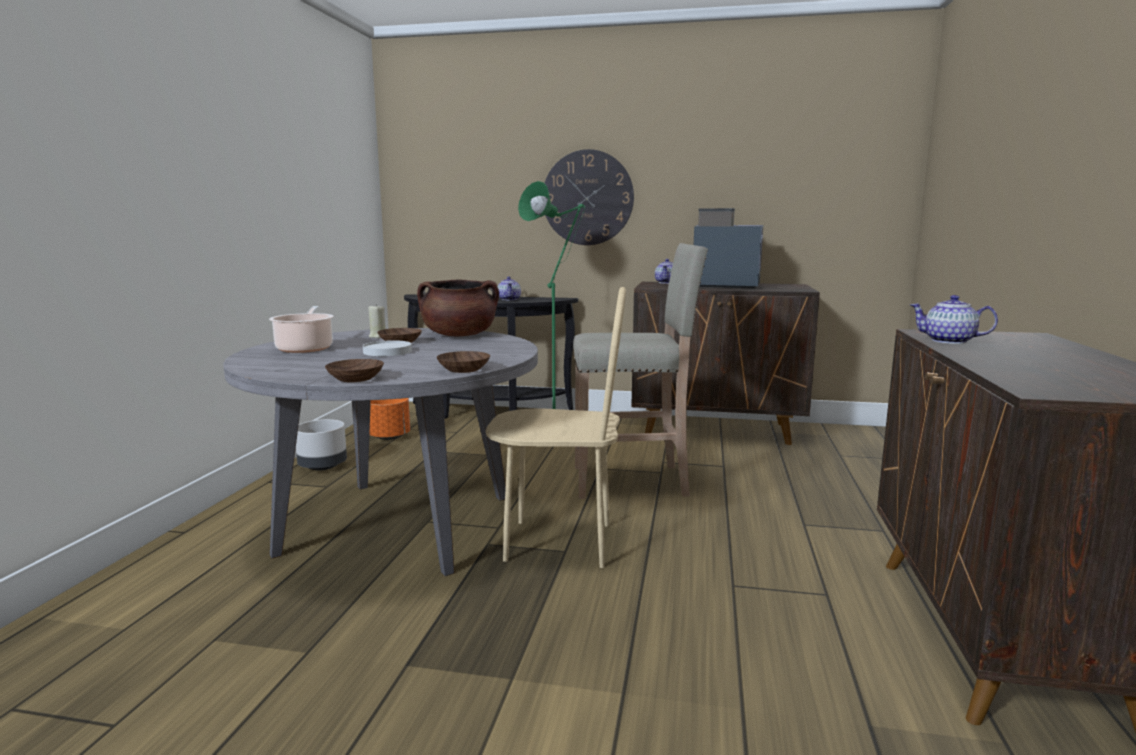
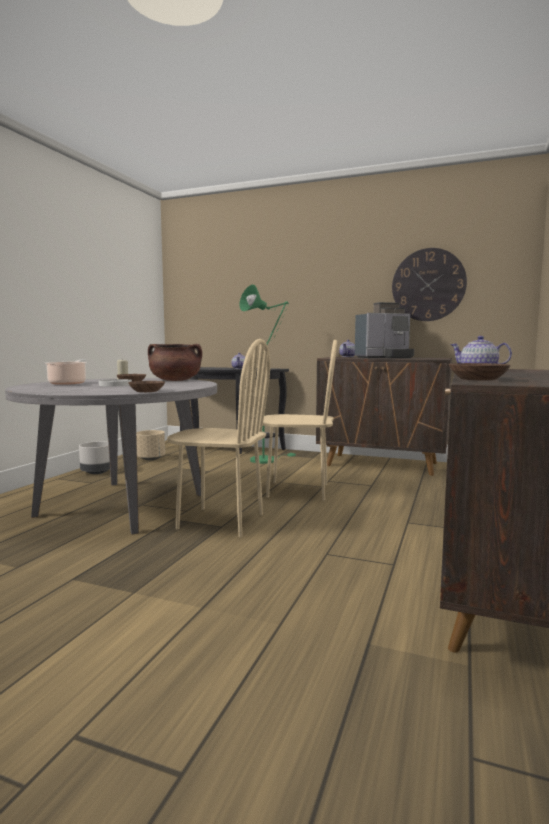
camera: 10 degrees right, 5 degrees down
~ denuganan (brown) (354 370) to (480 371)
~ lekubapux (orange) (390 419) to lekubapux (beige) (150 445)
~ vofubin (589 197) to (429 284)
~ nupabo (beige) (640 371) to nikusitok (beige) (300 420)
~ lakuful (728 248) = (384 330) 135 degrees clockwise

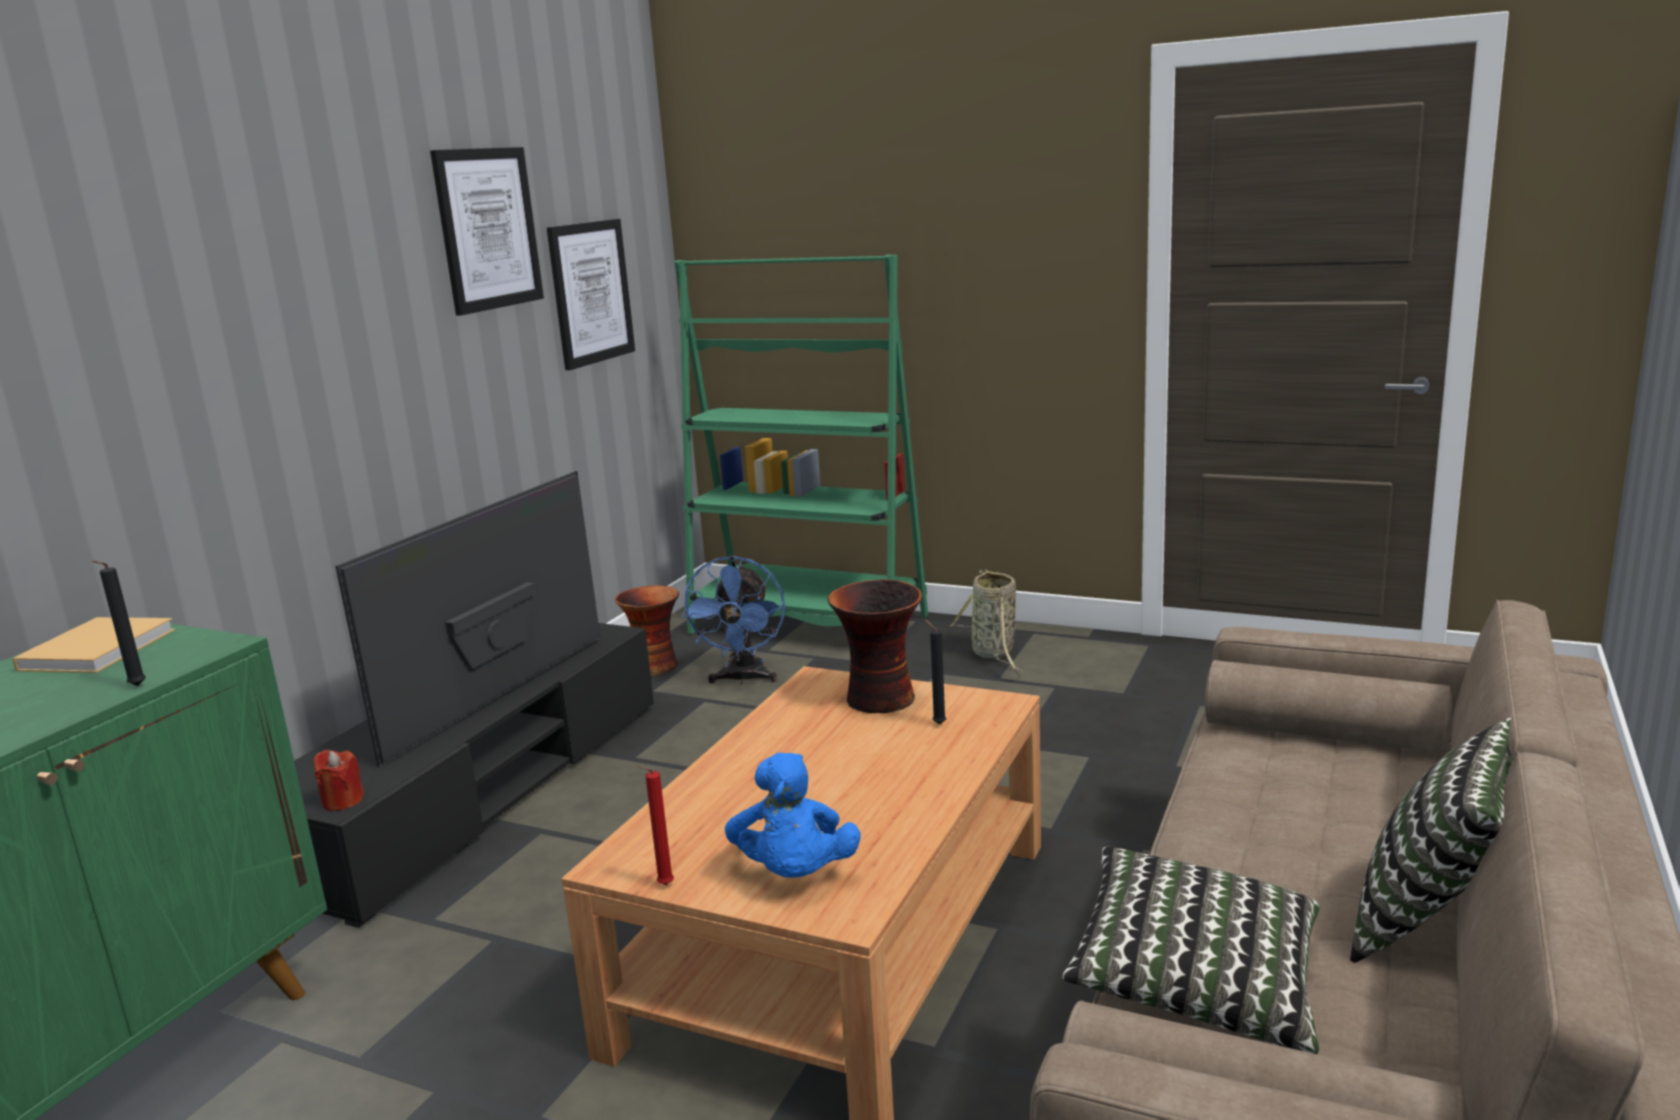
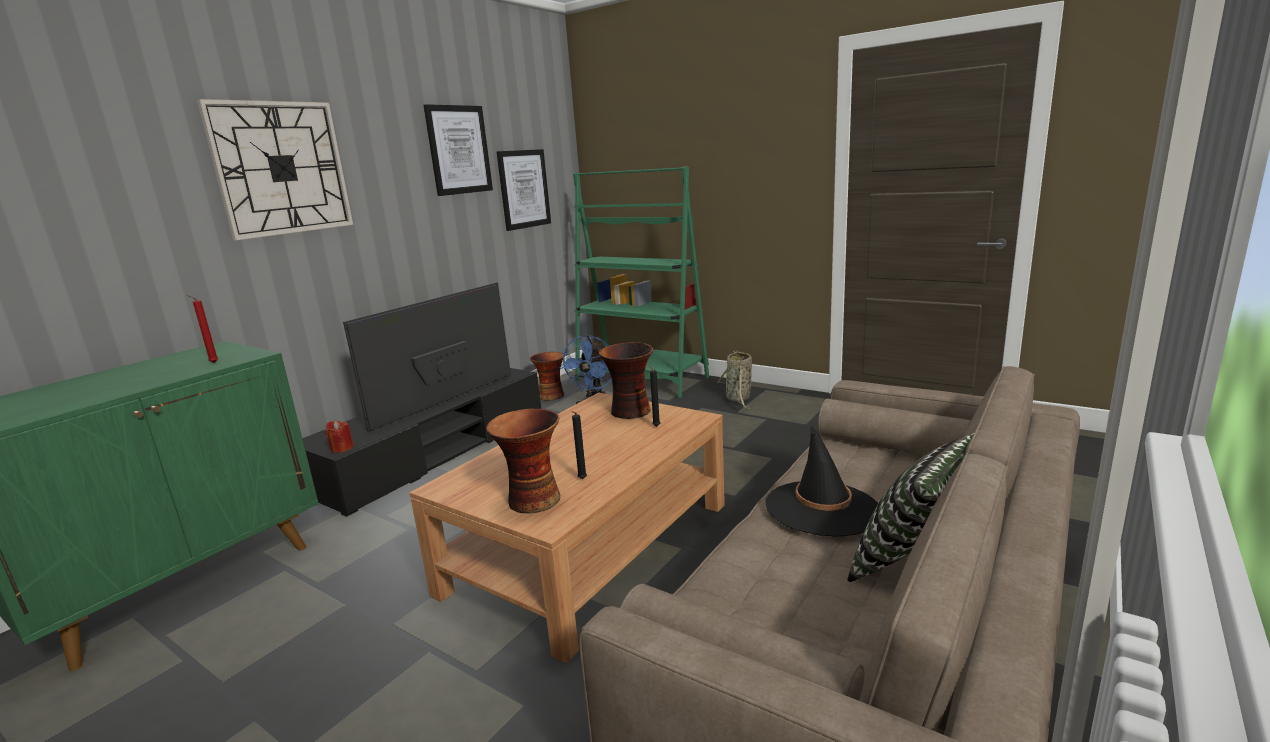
camera: 10 degrees right, 0 degrees up
- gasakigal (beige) (93 645)
~ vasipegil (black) (119 623) to (579 445)
~ vasipegil (red) (655 825) to (202 329)
~ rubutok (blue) (793 815) to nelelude (523 461)
- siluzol (1191 950)
+ vofubin (275 170)
+ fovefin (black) (822 481)

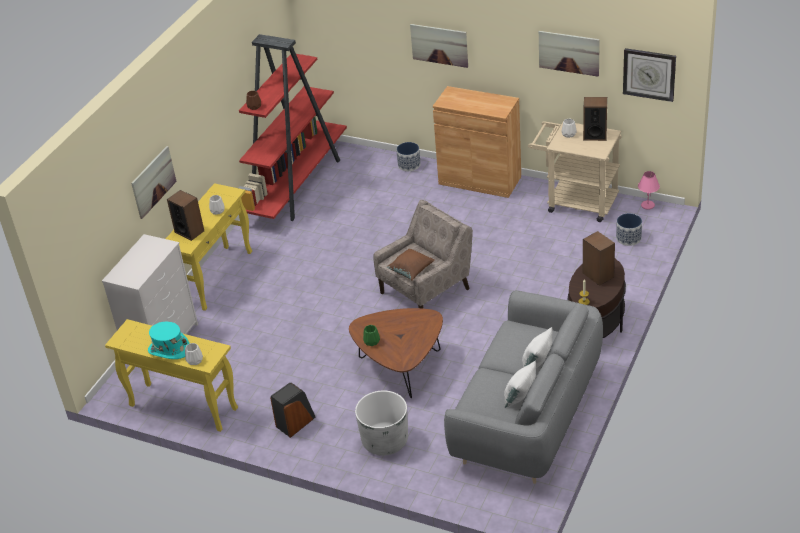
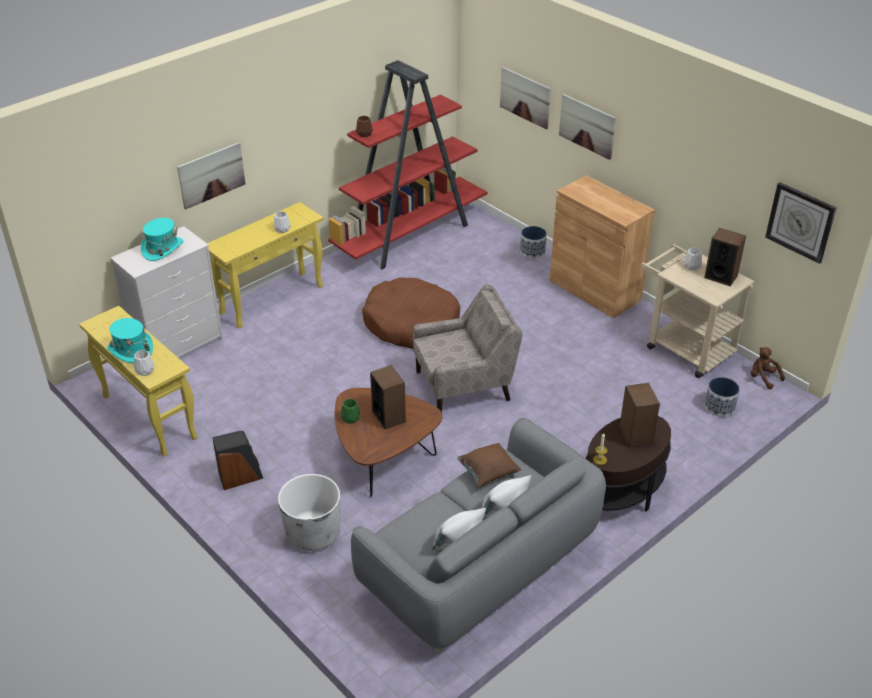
camera: 20 degrees right, 0 degrees up
~ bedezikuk (185 215) to (388 397)
~ siluzol (brown) (411 264) to (489 465)
~ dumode (569 54) to (525 98)
~ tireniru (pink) (649 190) to rubutok (brown) (768 368)
+ fovefin (turquoise) (162 239)
+ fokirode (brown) (411 313)

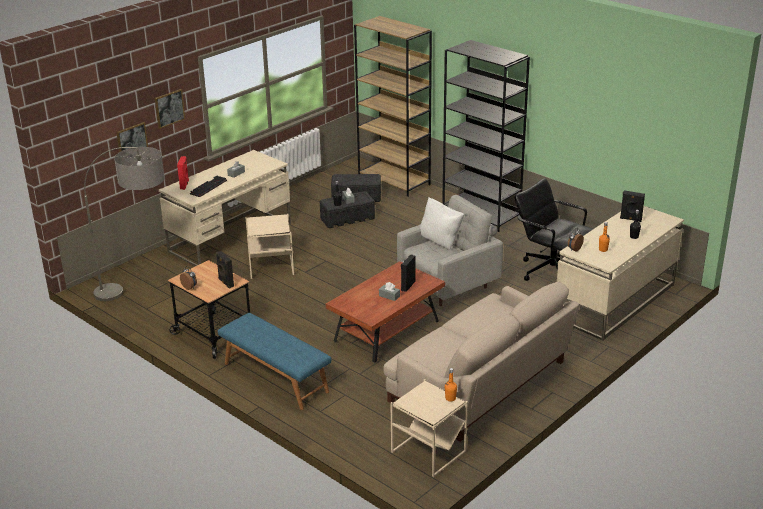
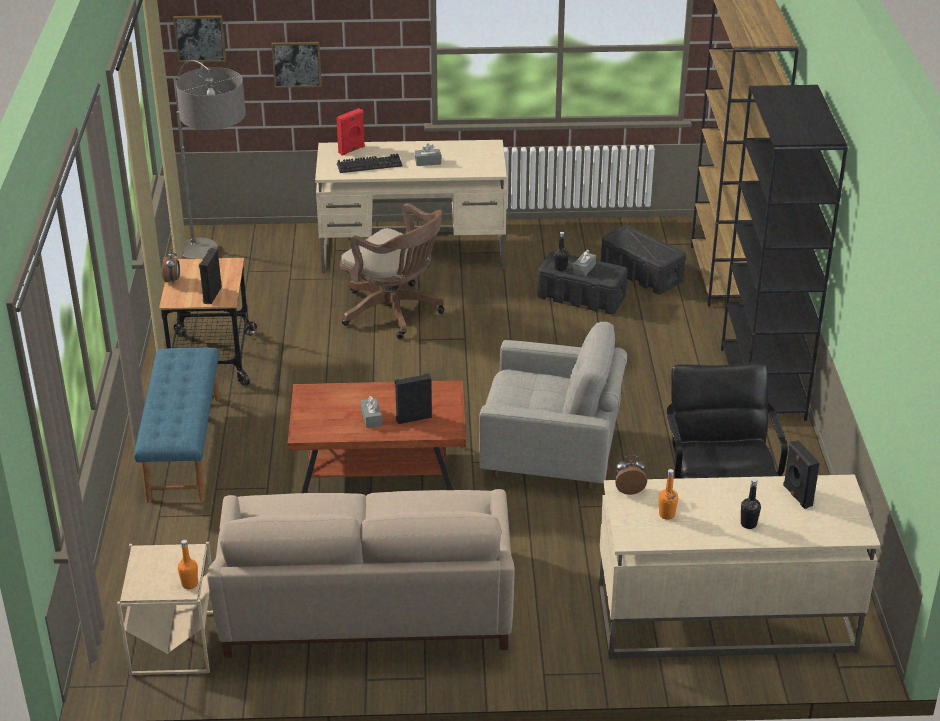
camera: 45 degrees right, 5 degrees up
~ dumode (170 109) to (199 38)
~ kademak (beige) (269 246) to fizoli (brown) (392 271)
- siluzol (white) (442 223)

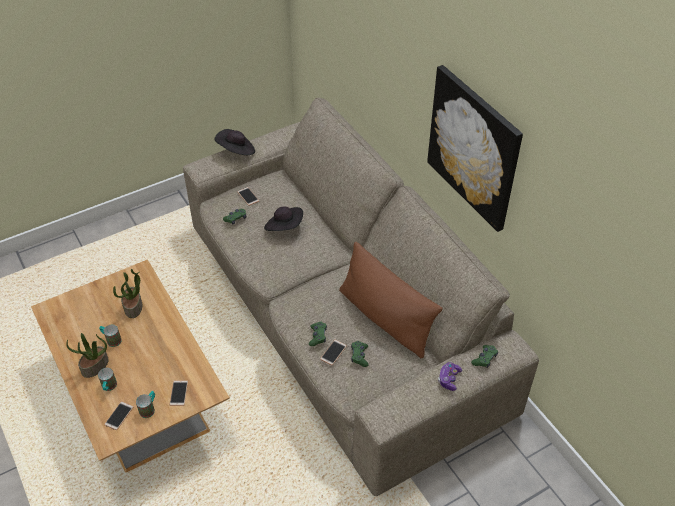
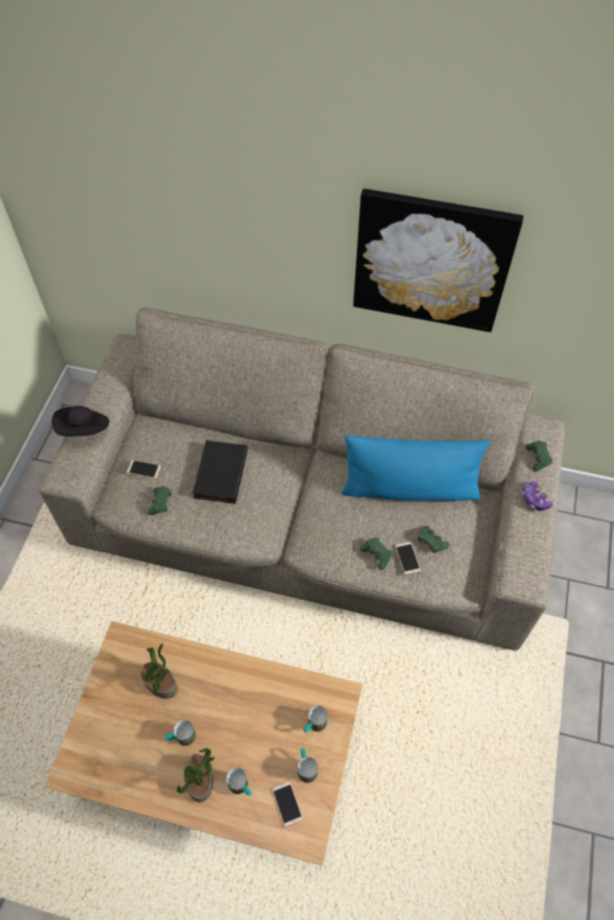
camera: 45 degrees left, 10 degrees up
~ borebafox (179 393) to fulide (315 719)
~ fovefin (black) (283 218) to gasakigal (black) (220 472)
~ siluzol (brown) (391 300) to siluzol (blue) (416 468)

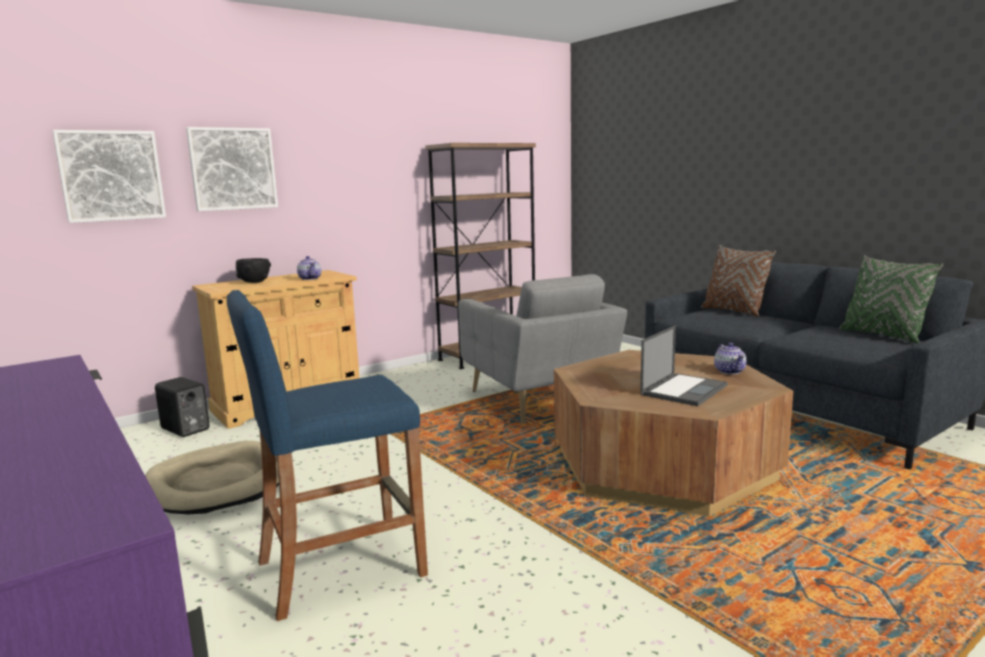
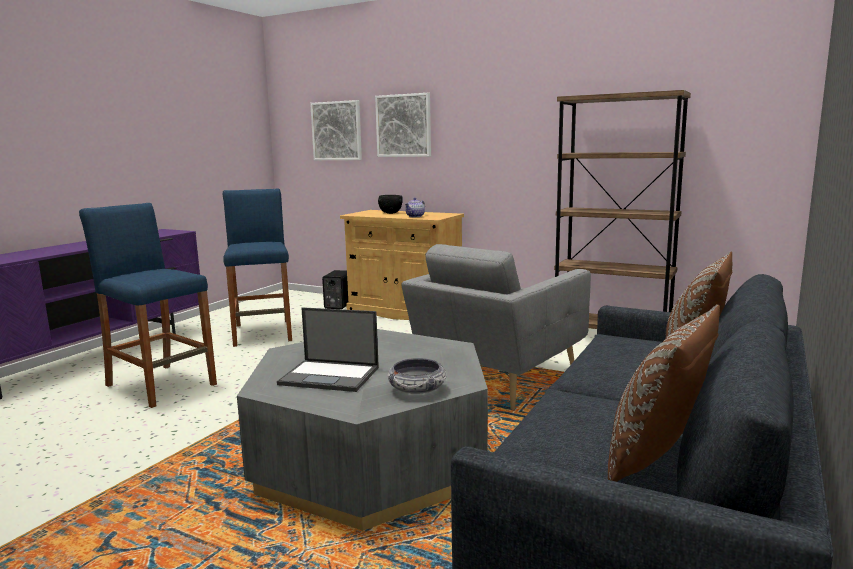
camera: 65 degrees right, 0 degrees up
~ fokirode (beige) (212 477) to nupabo (blue) (257 267)
~ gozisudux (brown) (673 433) to gozisudux (grey) (362 430)
~ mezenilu (730 359) to denuganan (416 376)
~ siluzol (green) (891 299) to siluzol (brown) (664 393)

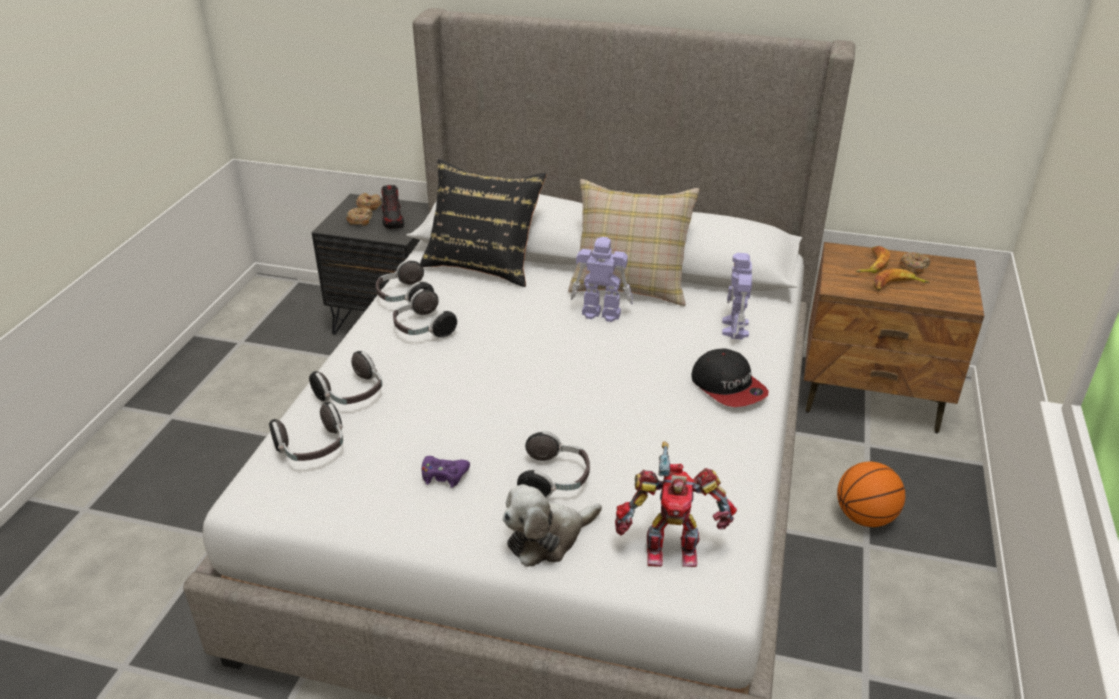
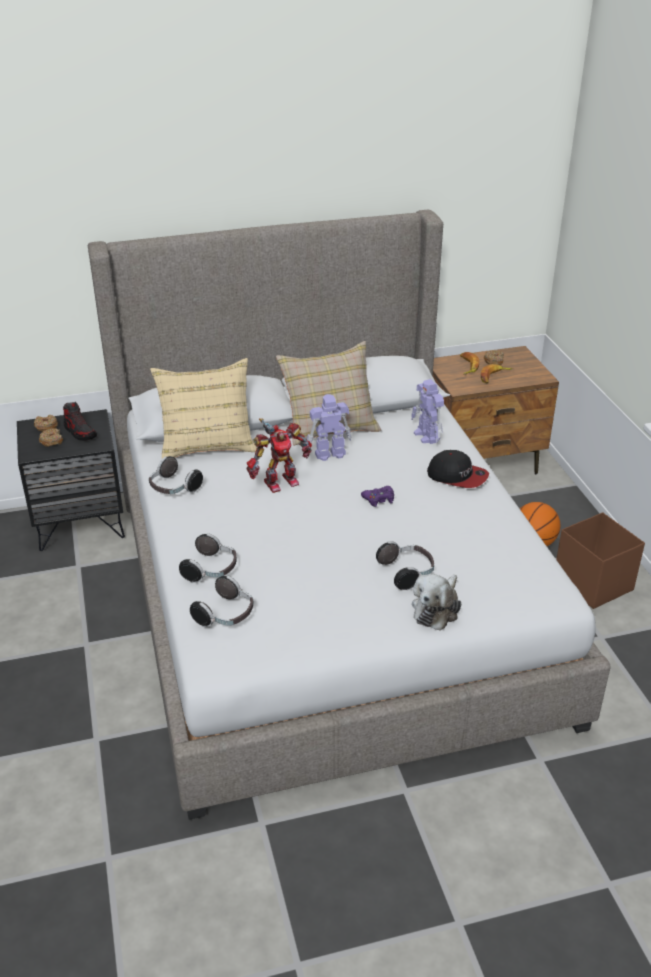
camera: 30 degrees left, 0 degrees up
- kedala (425 314)
~ siluzol (black) (483 223) to siluzol (beige) (203 408)
~ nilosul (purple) (445 472) to (377 496)
~ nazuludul (676 504) to (279 455)
+ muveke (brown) (600 560)

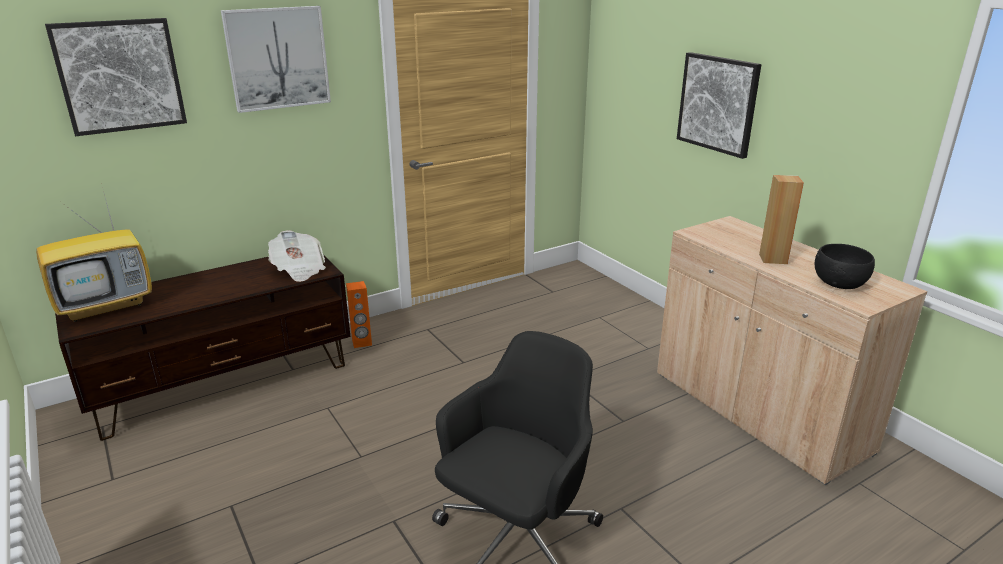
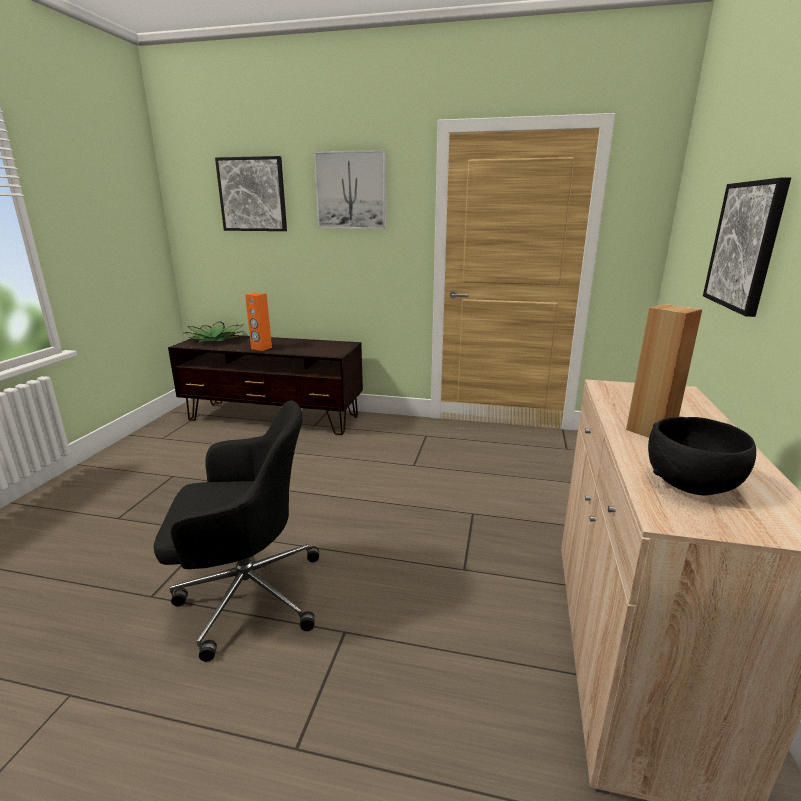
camera: 45 degrees right, 5 degrees down
~ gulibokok (94 252) to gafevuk (213 331)
- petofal (297 256)
~ bedezikuk (orange) (359 314) to (258 322)

